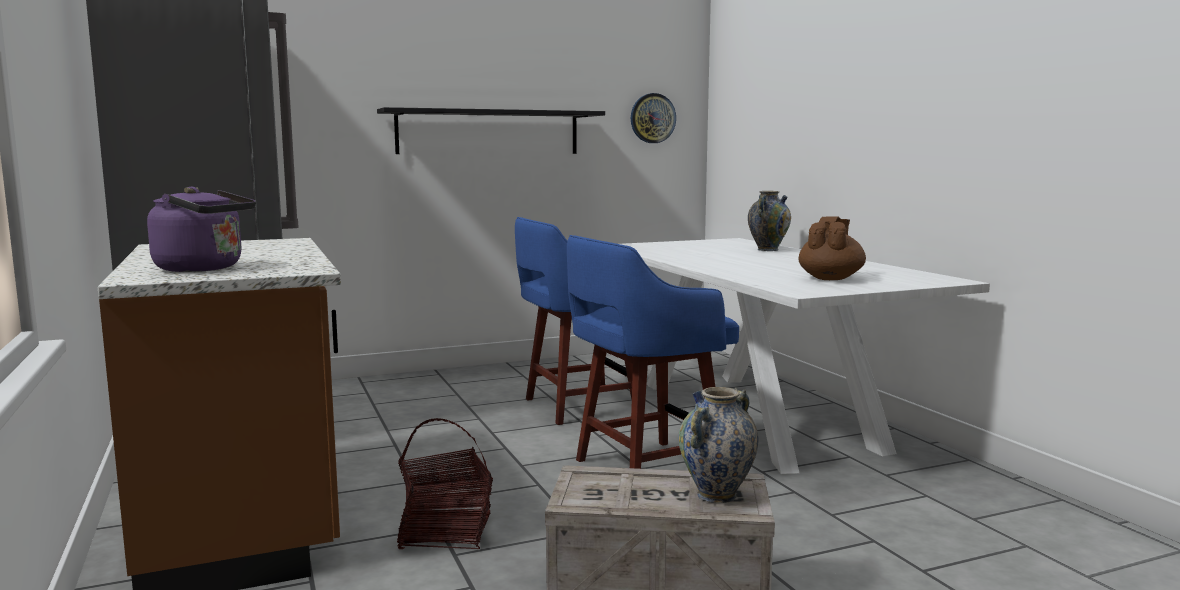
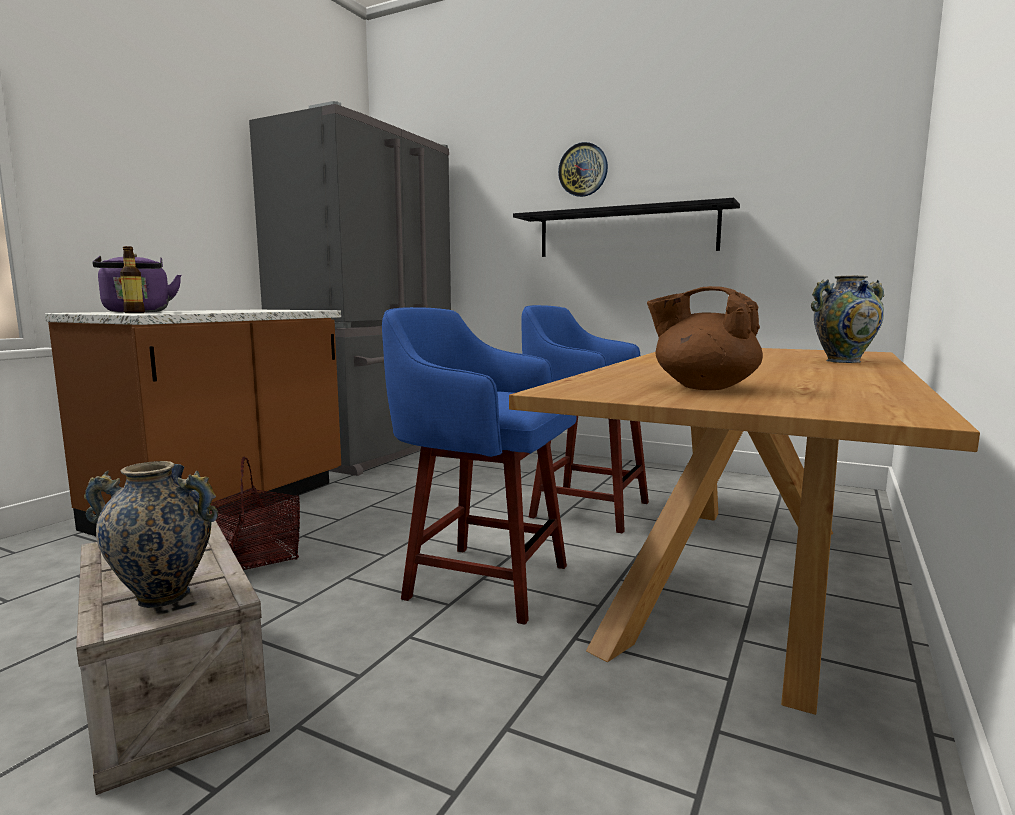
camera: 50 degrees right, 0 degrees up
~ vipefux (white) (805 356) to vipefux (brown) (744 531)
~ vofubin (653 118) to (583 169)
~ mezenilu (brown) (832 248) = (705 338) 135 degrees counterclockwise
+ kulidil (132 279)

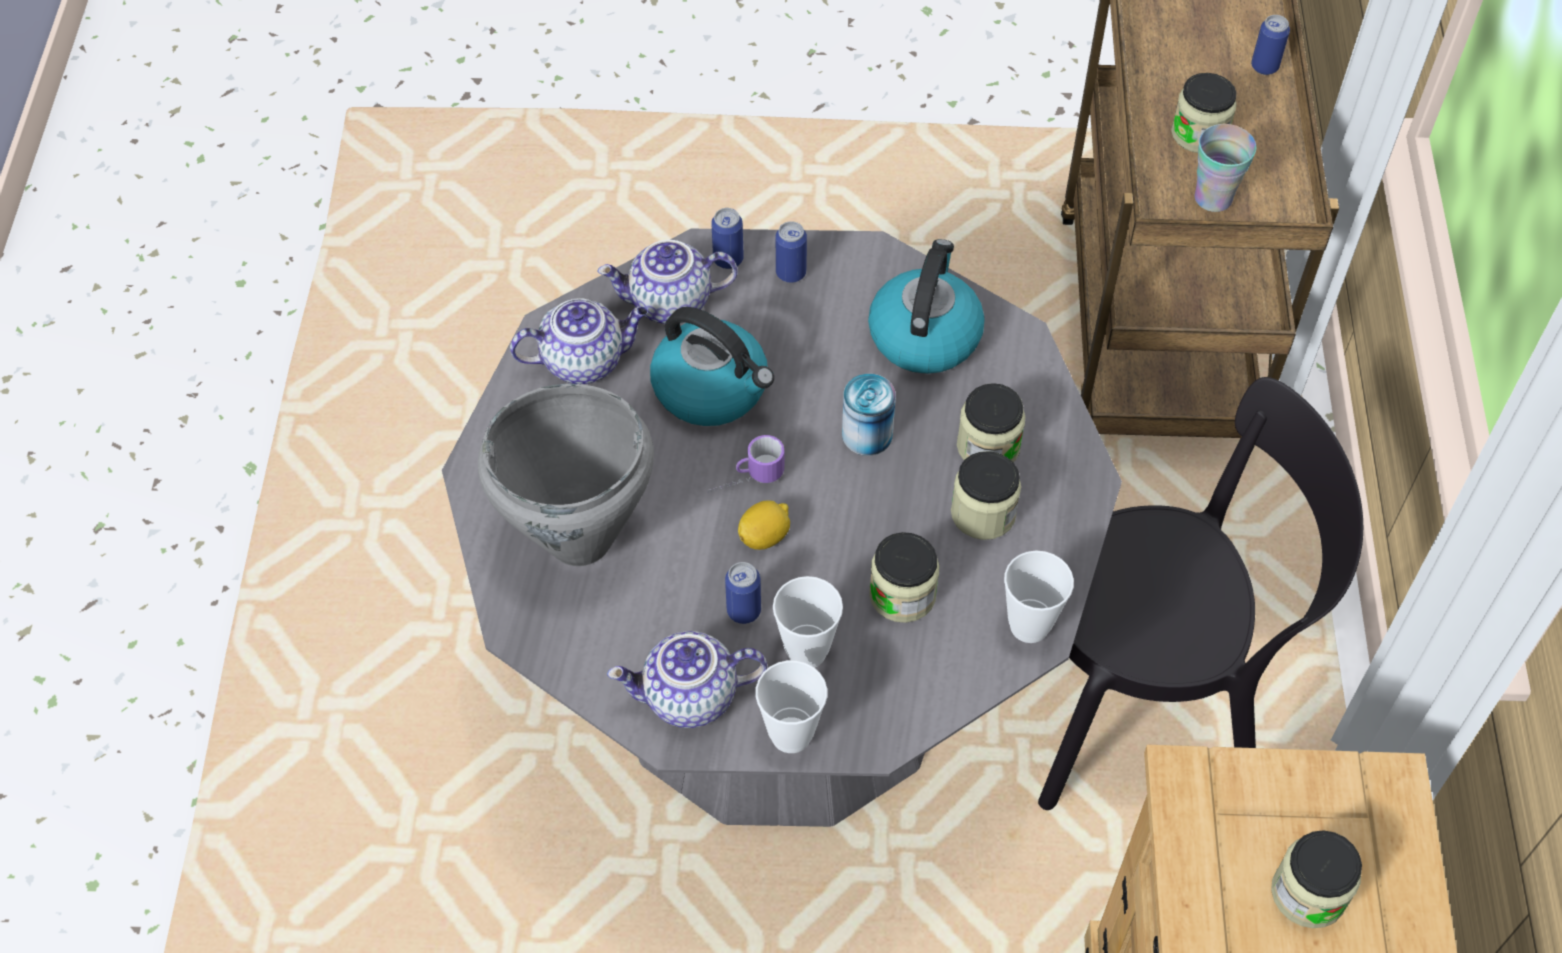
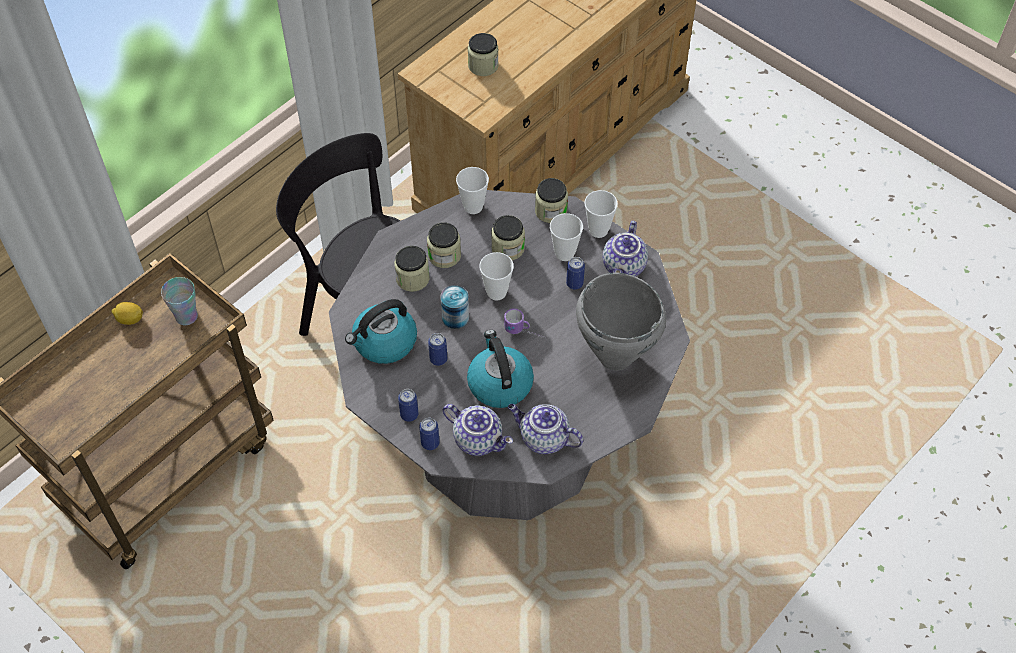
camera: 140 degrees left, 0 degrees up
~ mezenilu (687 679) = (625 249) 75 degrees clockwise
~ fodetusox (764 525) to (127 313)
~ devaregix (1204 113) to (551 200)
~ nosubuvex (1270 45) to (437 349)
+ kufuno (496 276)

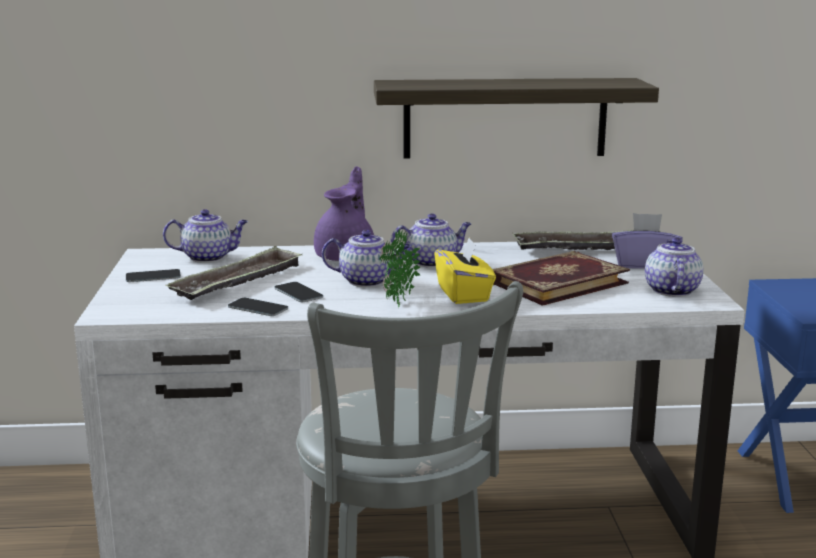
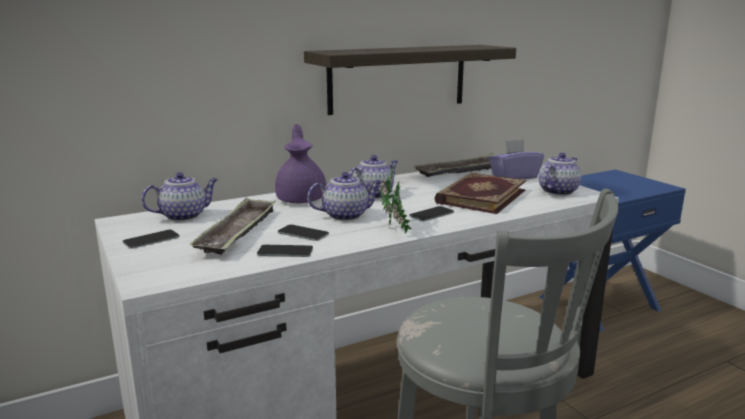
camera: 25 degrees left, 0 degrees up
~ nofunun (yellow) (465 271) to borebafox (431 213)
~ mezenilu (674 267) = (559 174) 60 degrees clockwise

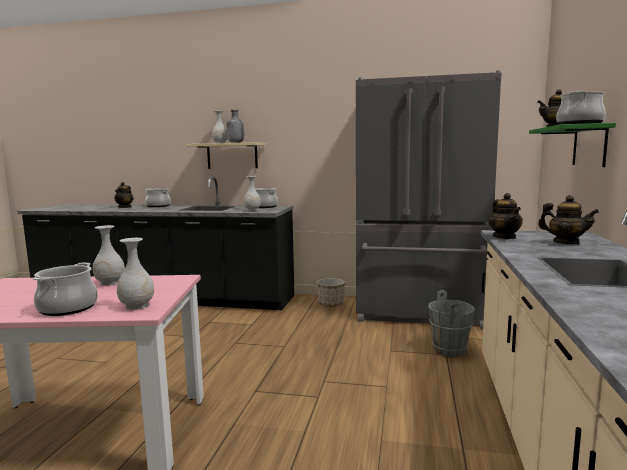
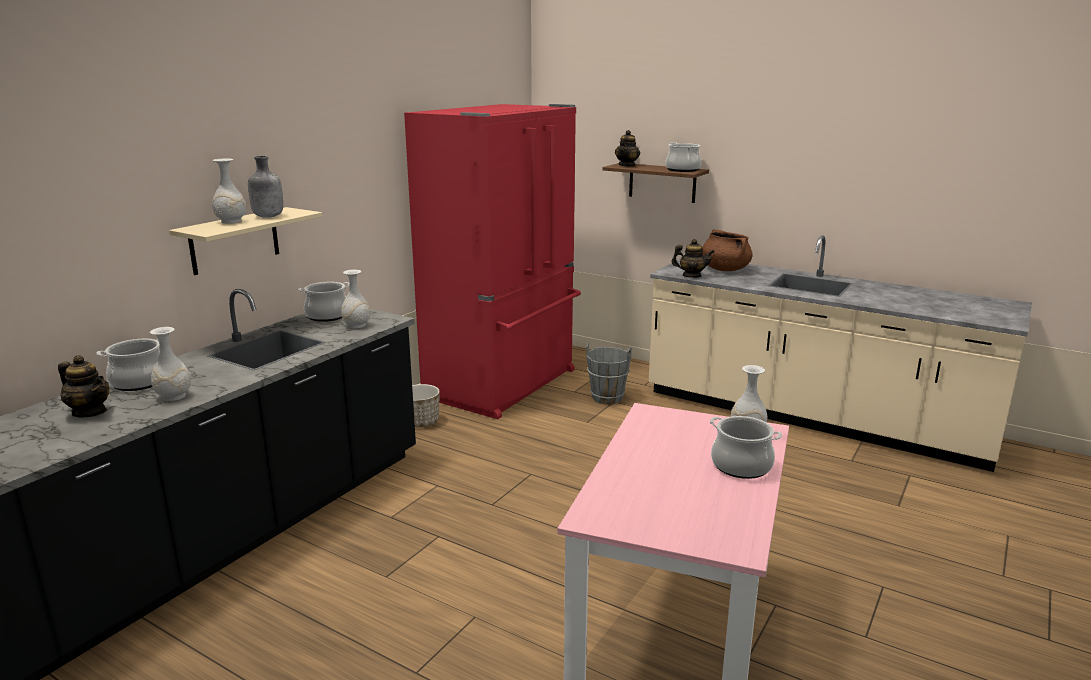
camera: 70 degrees left, 10 degrees up
~ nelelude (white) (109 255) to (170 364)
~ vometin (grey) (429 199) to vometin (red) (492 261)
~ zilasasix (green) (572 145) to zilasasix (brown) (655 183)
~ mezenilu (568 219) to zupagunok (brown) (727 250)

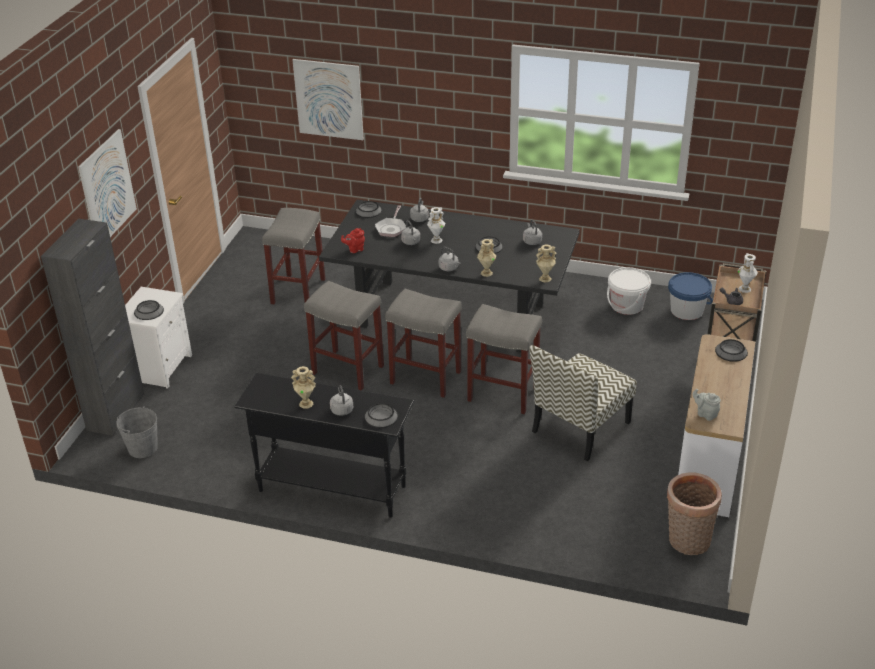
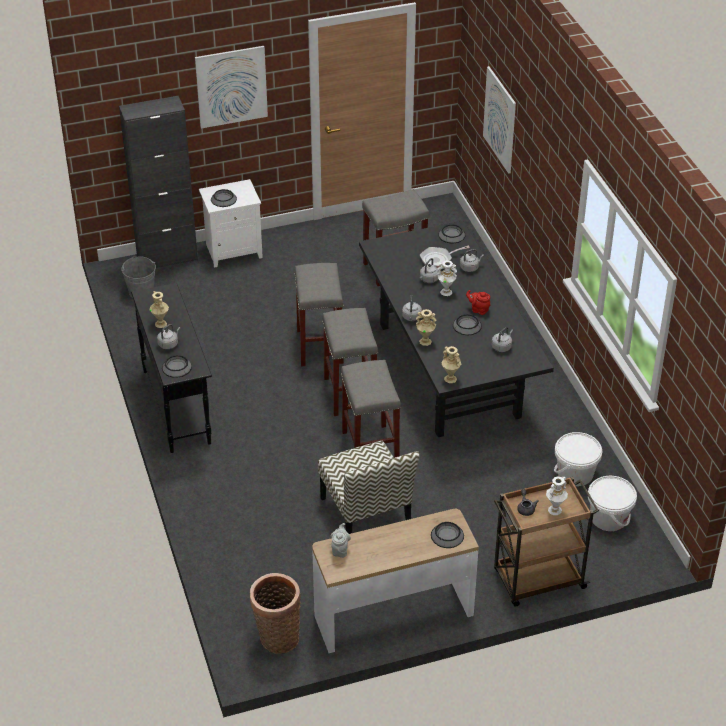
camera: 55 degrees right, 5 degrees up
~ mezenilu (red) (353 240) to (478 302)
~ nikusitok (583 403) = (369 487) 120 degrees counterclockwise
~ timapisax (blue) (690 296) to timapisax (white) (612 503)

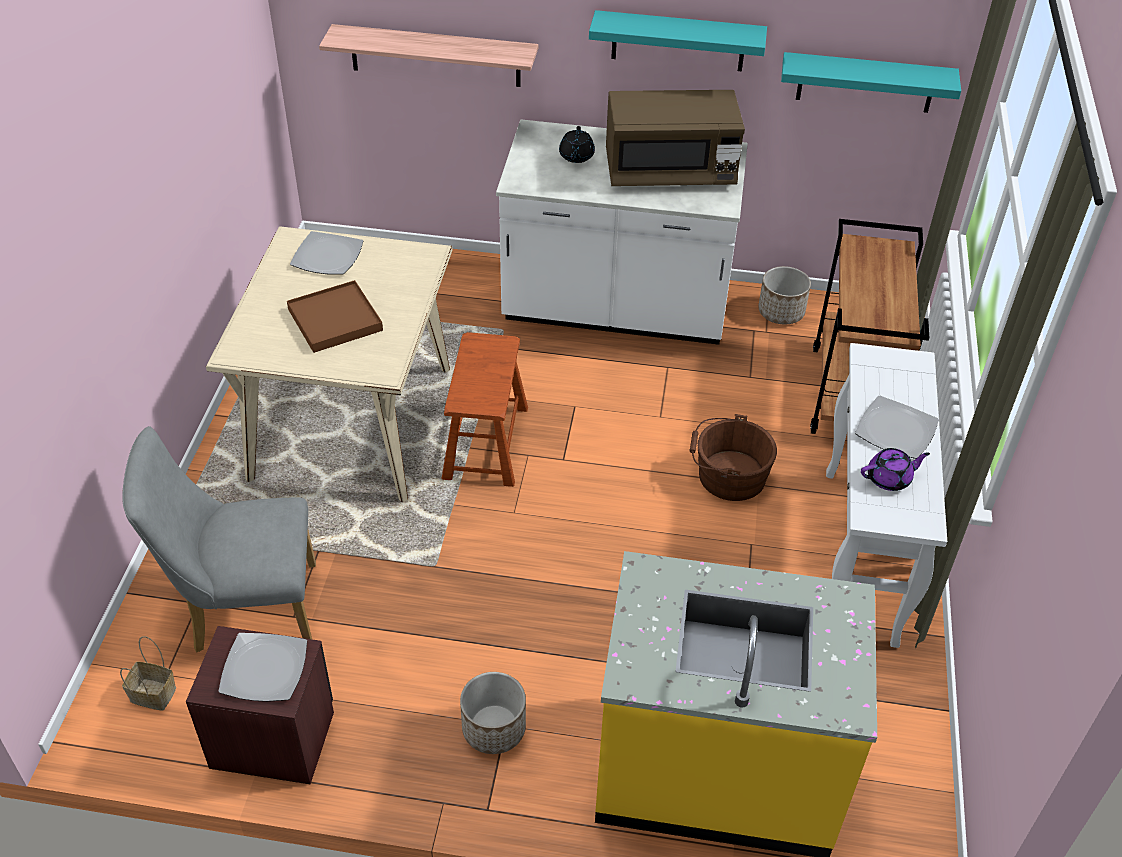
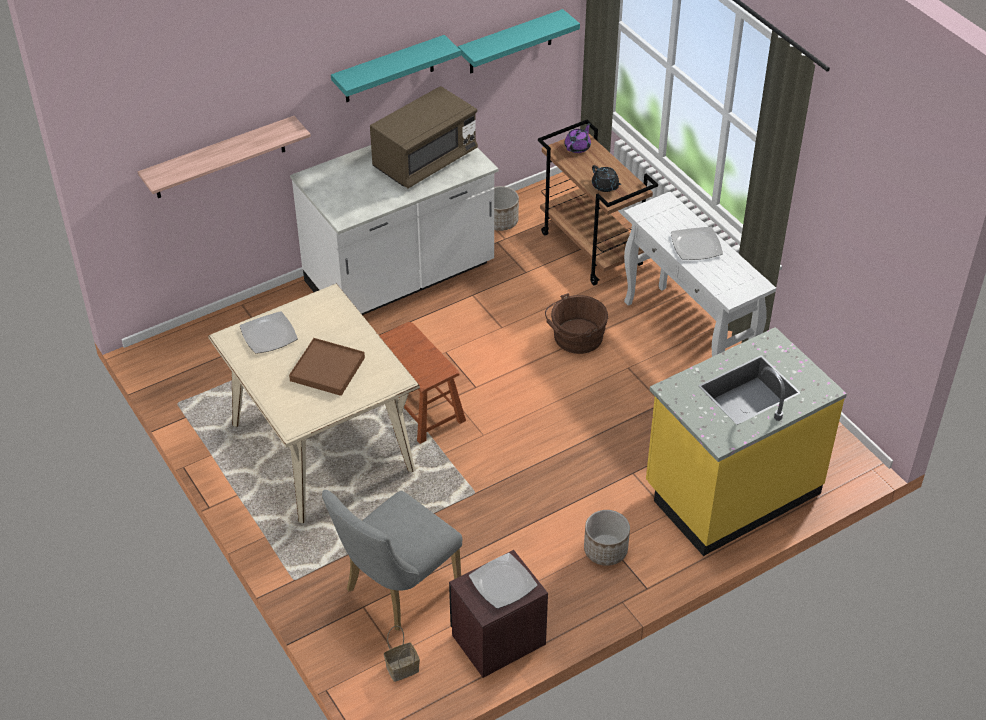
camera: 40 degrees left, 0 degrees up
~ mezenilu (black) (577 144) to (606 178)
~ mezenilu (purple) (895 469) to (578 138)

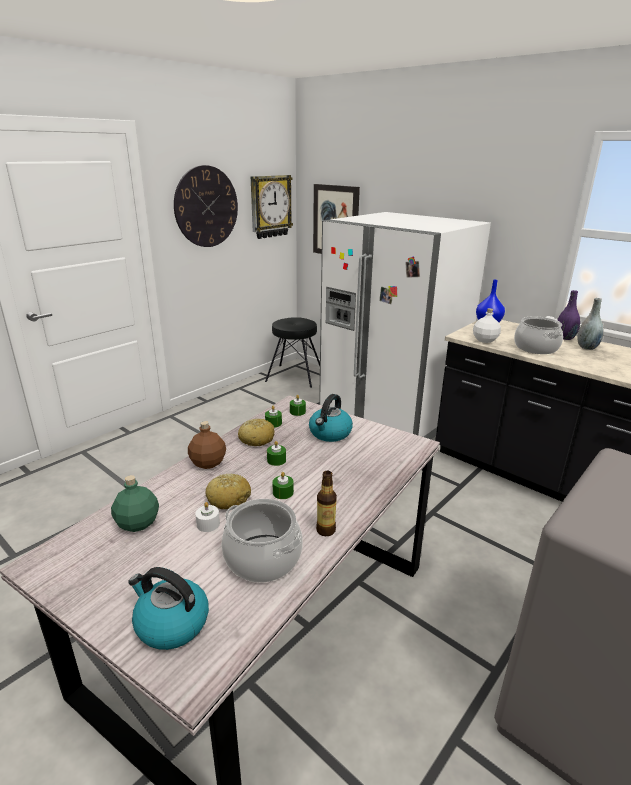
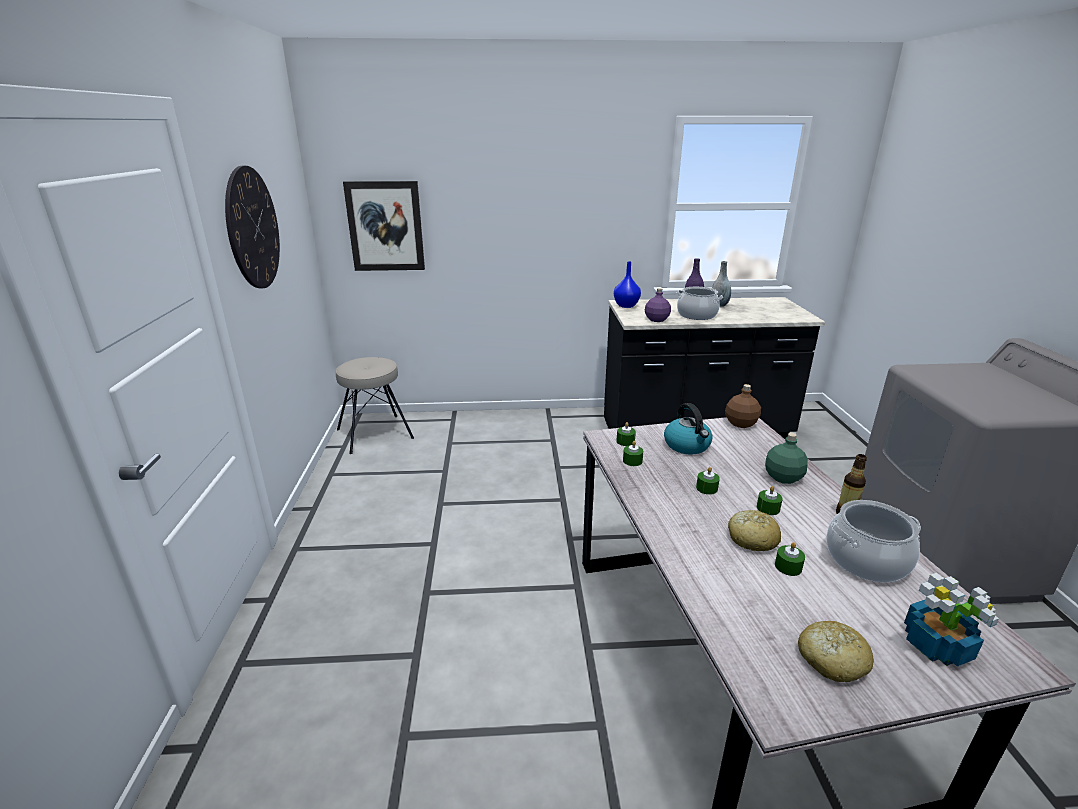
camera: 45 degrees left, 0 degrees up
~ kulidil (green) (135 503) to (786 458)
~ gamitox (168 608) to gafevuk (951 620)
~ kulidil (brown) (207 445) to (743 406)
~ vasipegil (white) (207 517) to vasipegil (green) (790 559)
~ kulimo (256 432) to (836 651)
- vofubin (272 207)
~ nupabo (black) (292 352) to nupabo (beige) (375 405)
- vometin (white) (405 325)
~ kulidil (white) (487 325) to kulidil (purple) (658 305)

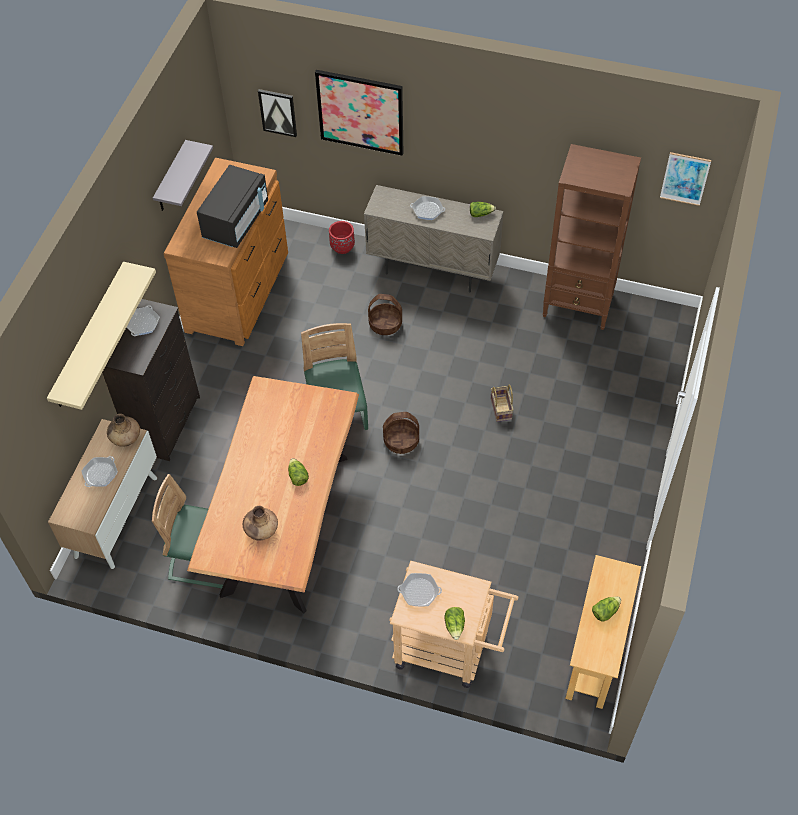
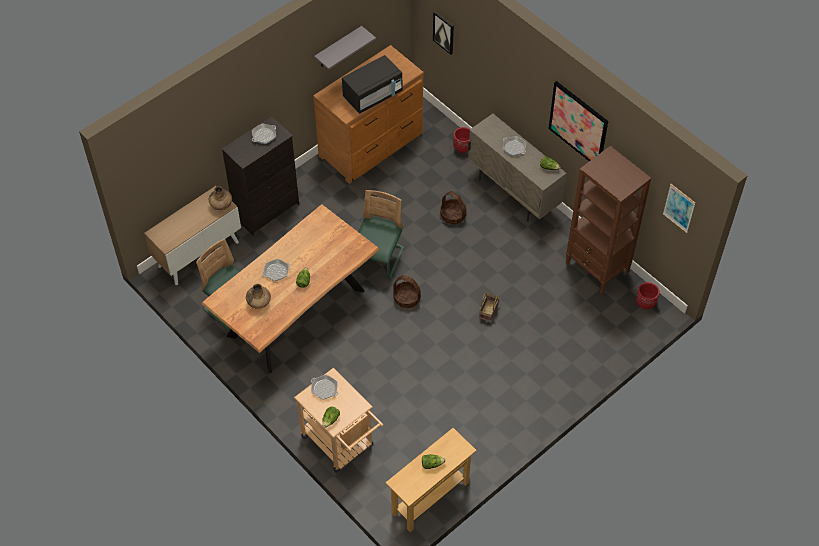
camera: 30 degrees right, 0 degrees up
- zilasasix (beige) (101 336)
~ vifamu (99 471) to (276 270)
~ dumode (359 113) to (578 121)
+ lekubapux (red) (648 295)

